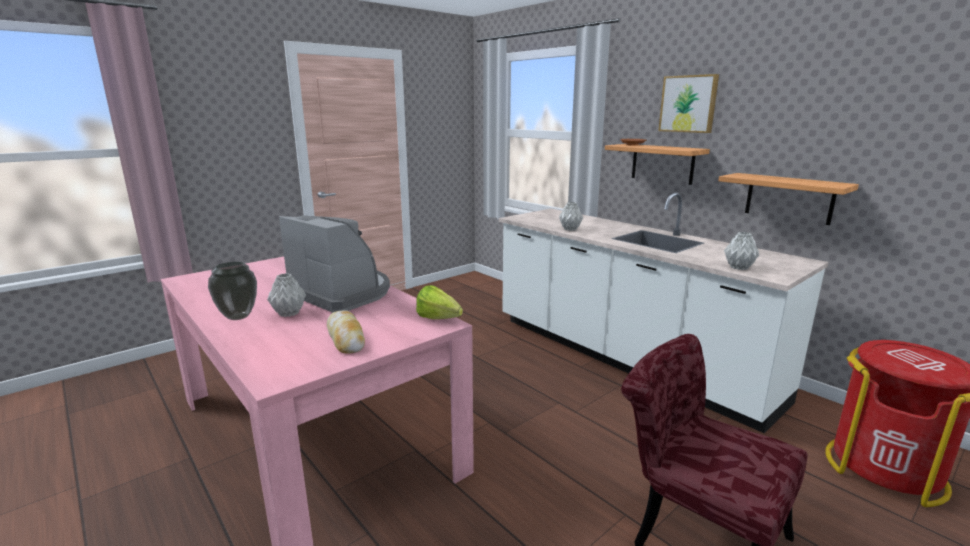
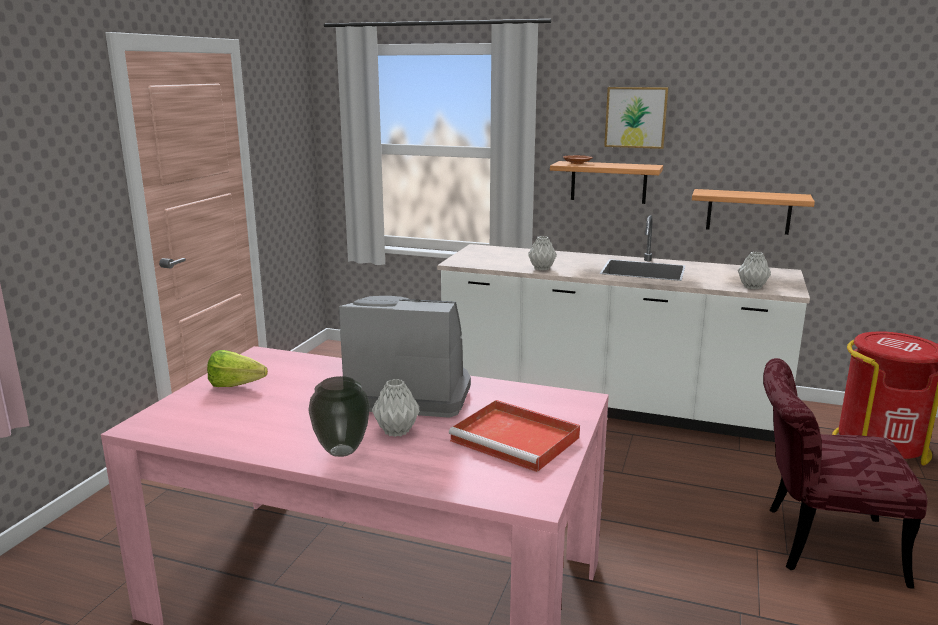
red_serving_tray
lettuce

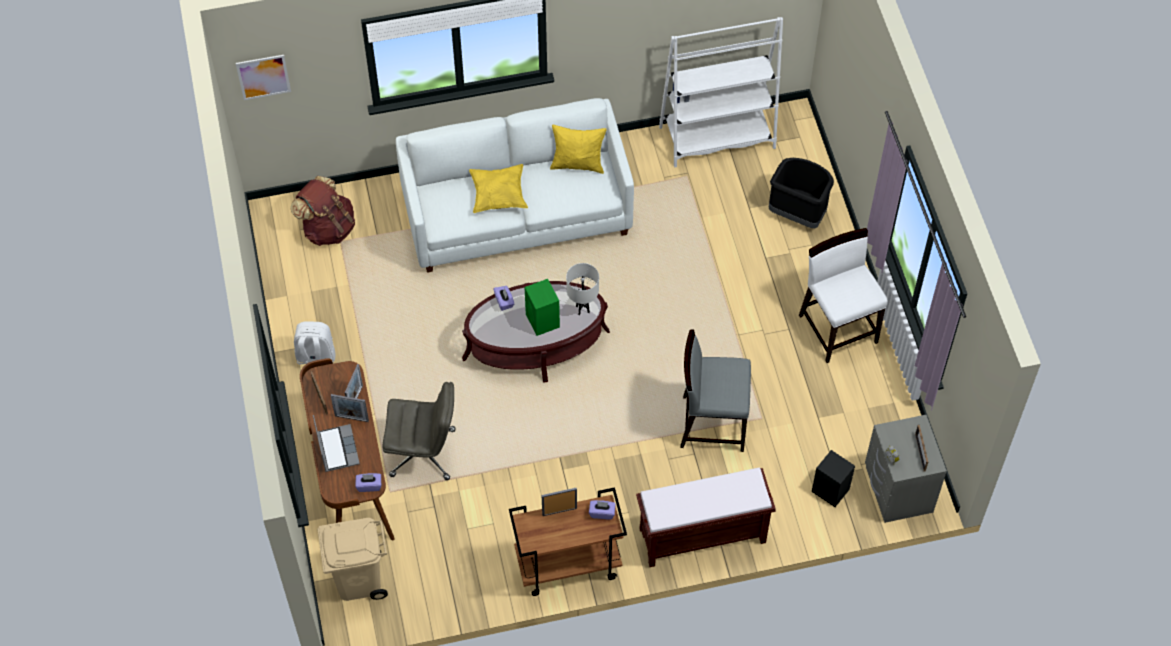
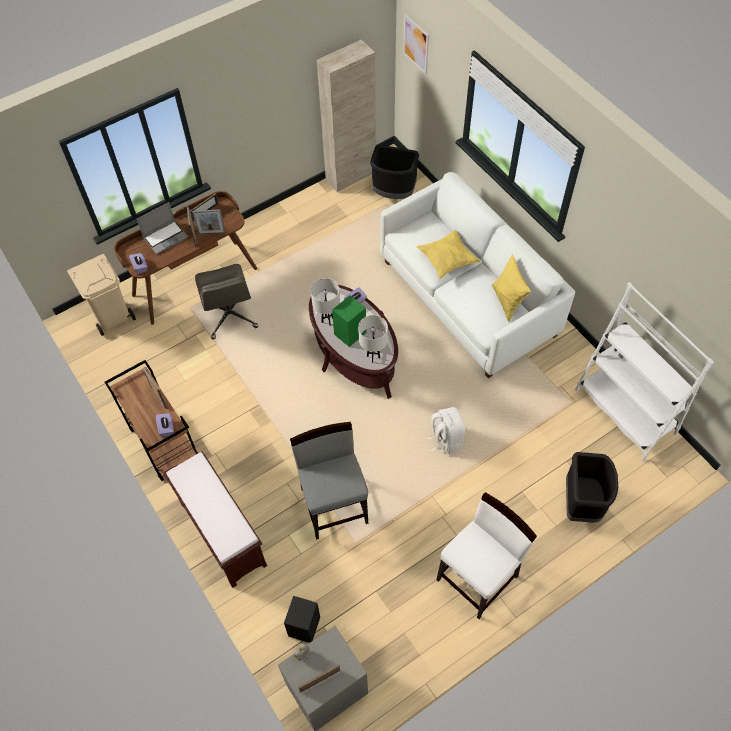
blackish_rubbish_bin (no. 1 from left)
whitish_knapsack
whitish_tabletop_lamp (no. 1 from left)
beige-coloured_storage_cabinet

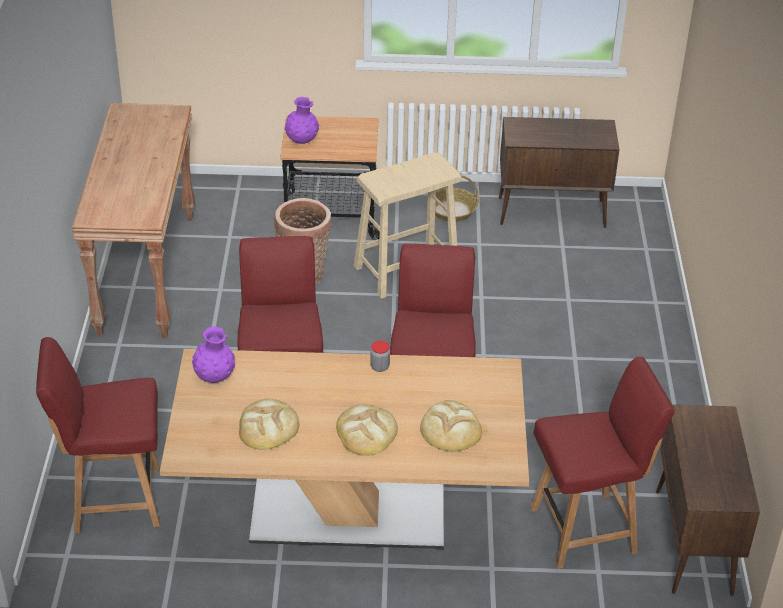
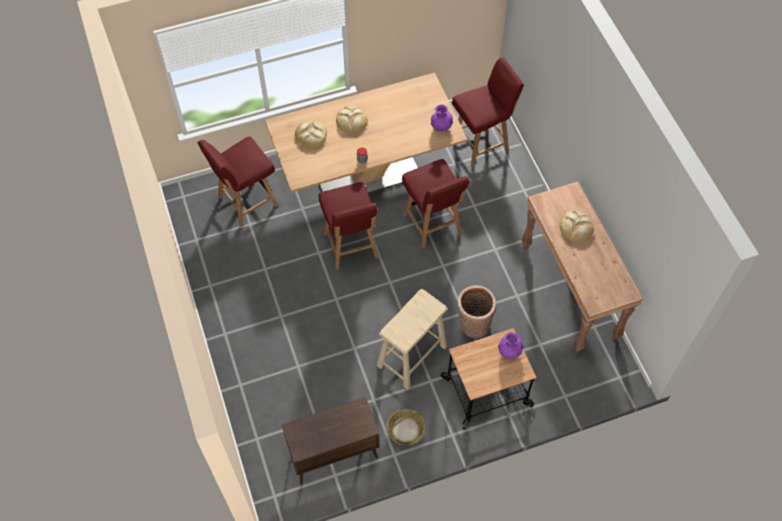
bread (no. 3 from left)
brown-coloured_storage_cabinet (no. 2 from left in the first image)

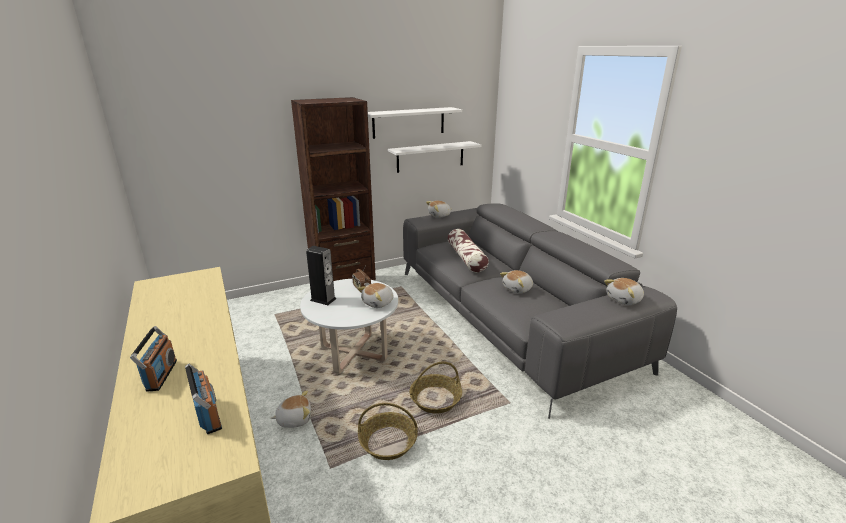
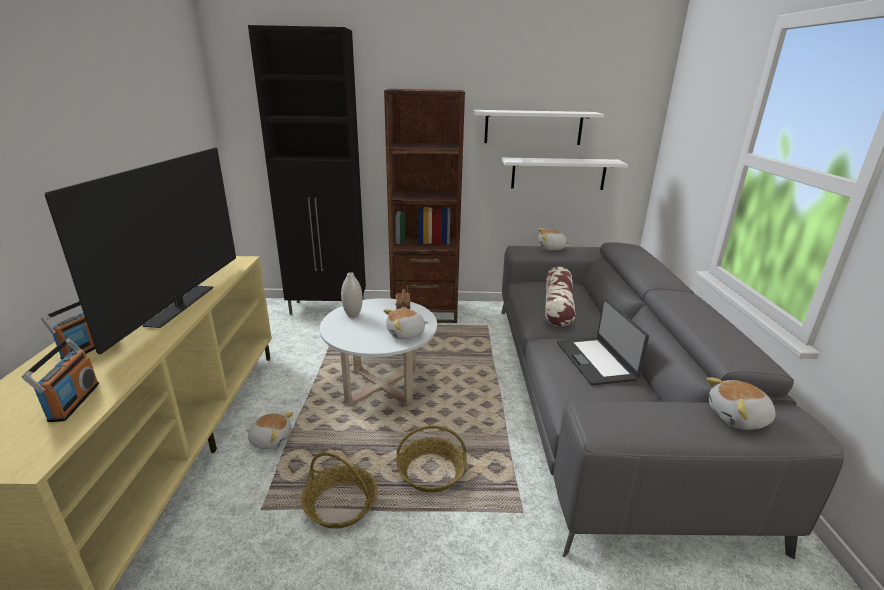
whitish_vase
notebook_computer
television
blackish_storage_cabinet

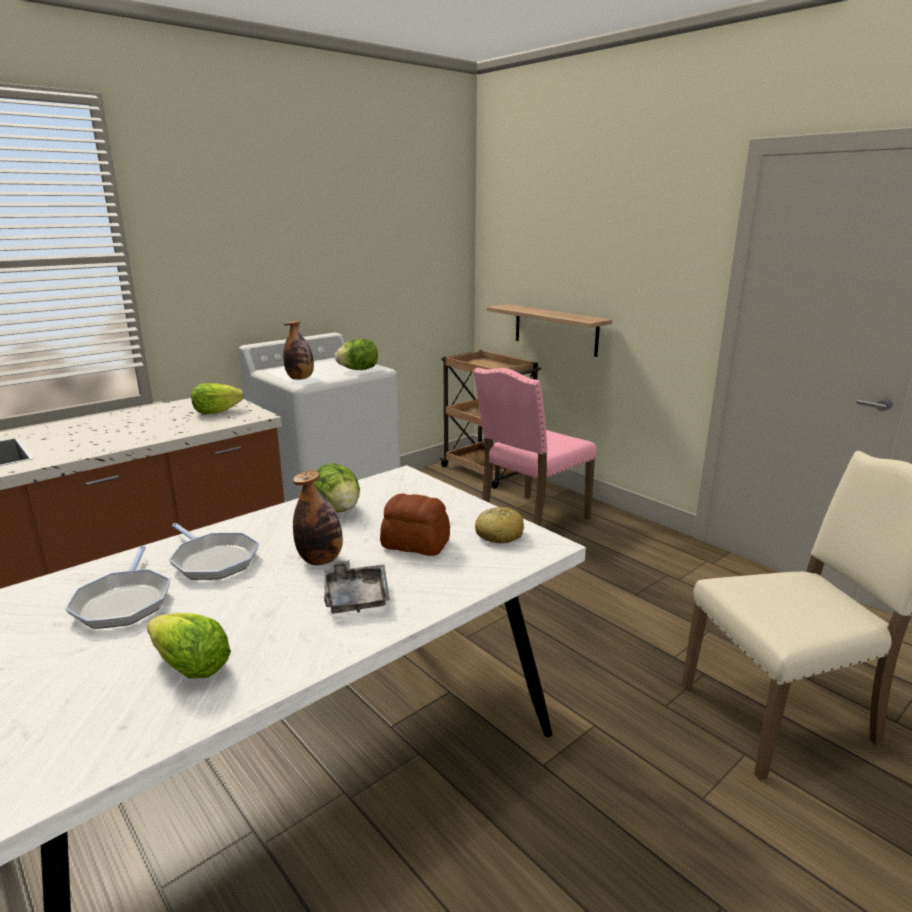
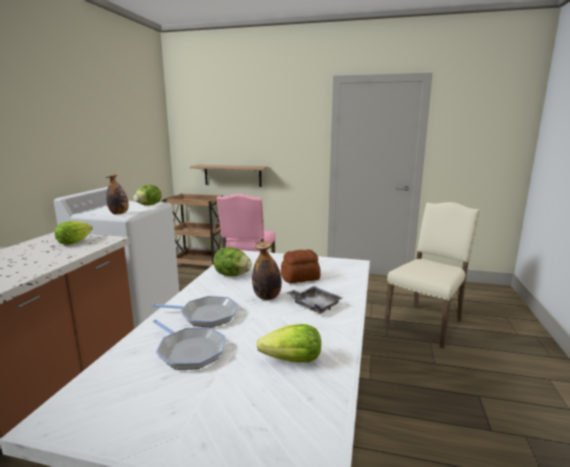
bread (no. 2 from left in the first image)

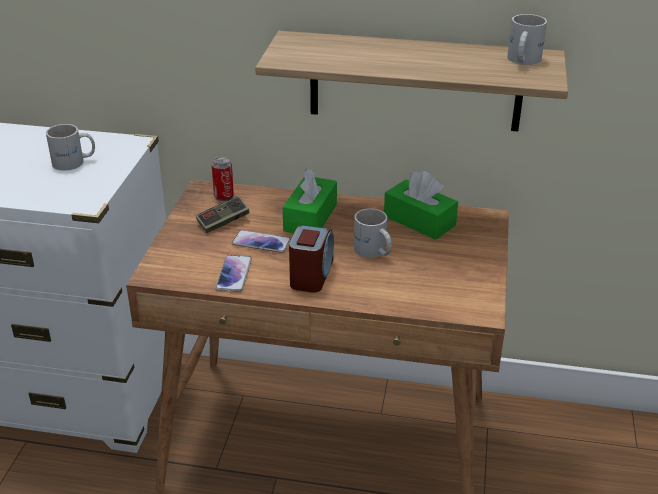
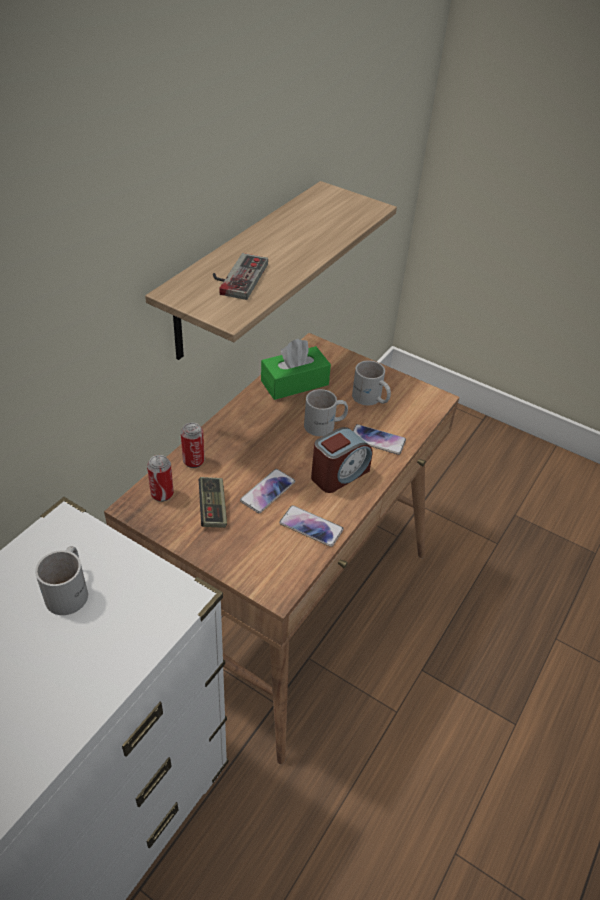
green-coloured_tissue_box (no. 1 from left in the first image)
table_clock
whitish_mug (no. 3 from left)
sealed_can (no. 2 from left)
joypad (no. 2 from left)
phone (no. 3 from left)

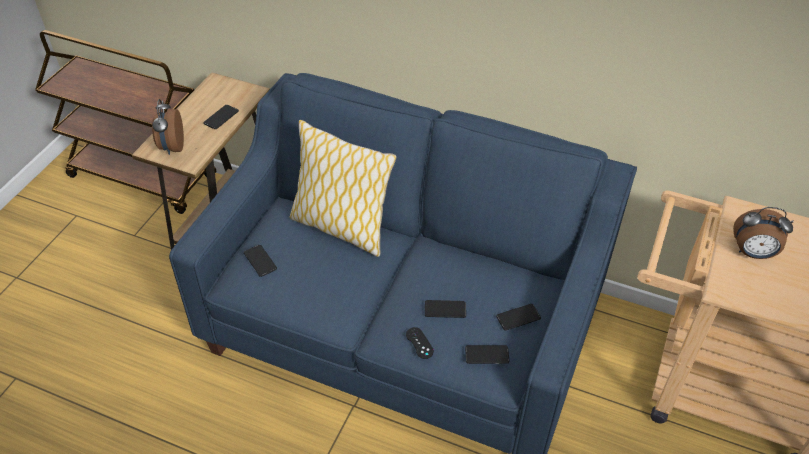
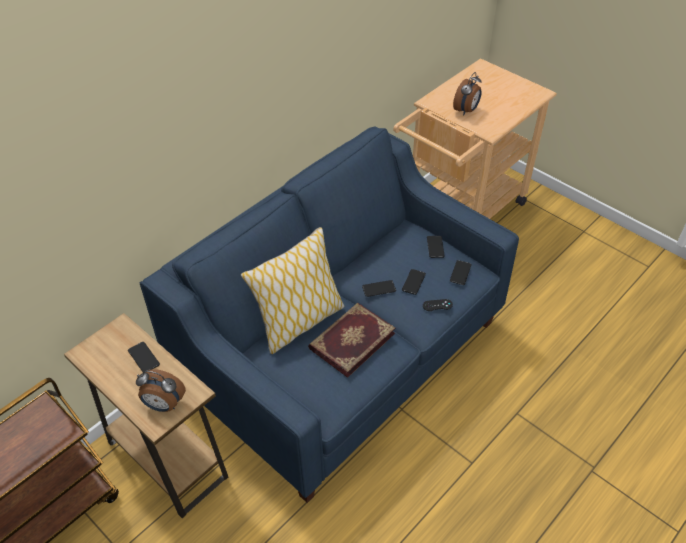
phone (no. 2 from left)
volume

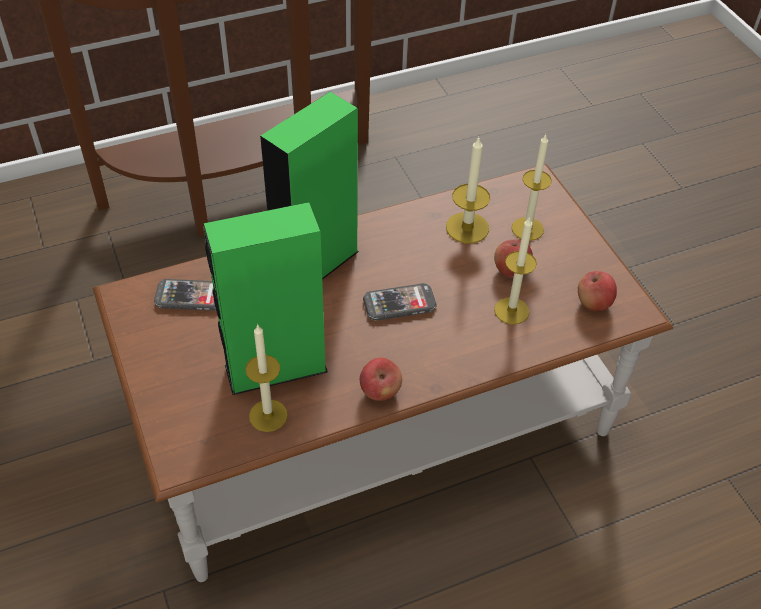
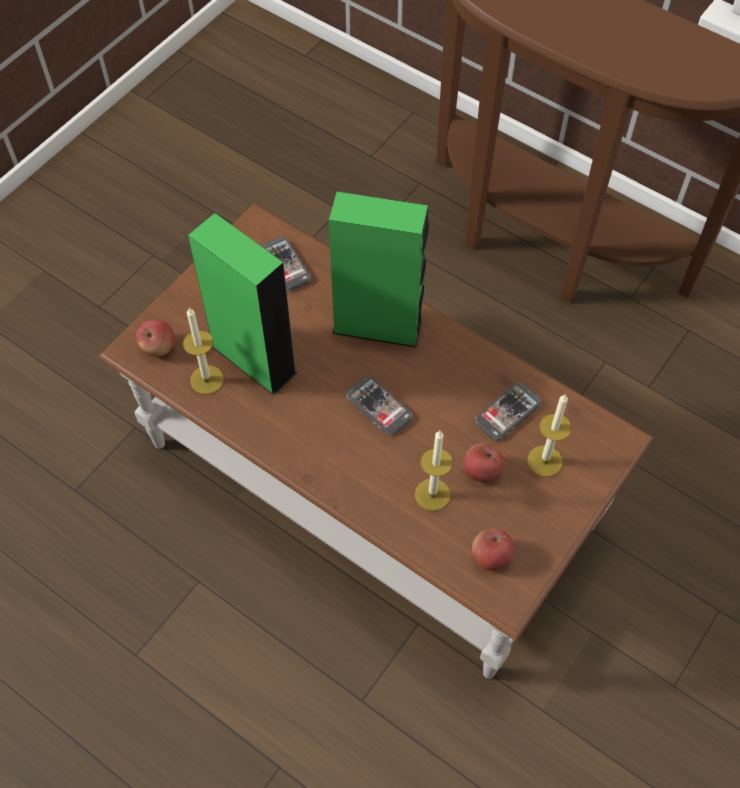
whole_apple (no. 1 from left)
phone (no. 3 from left)

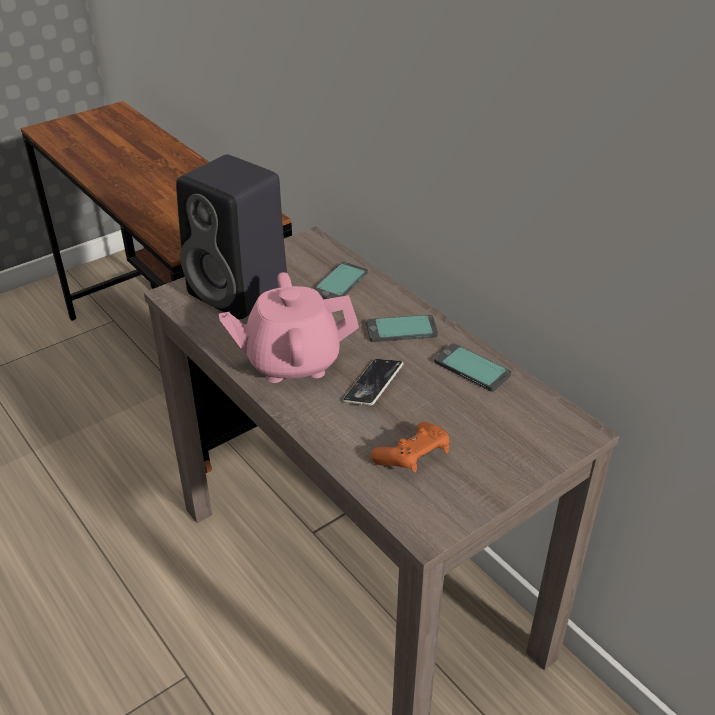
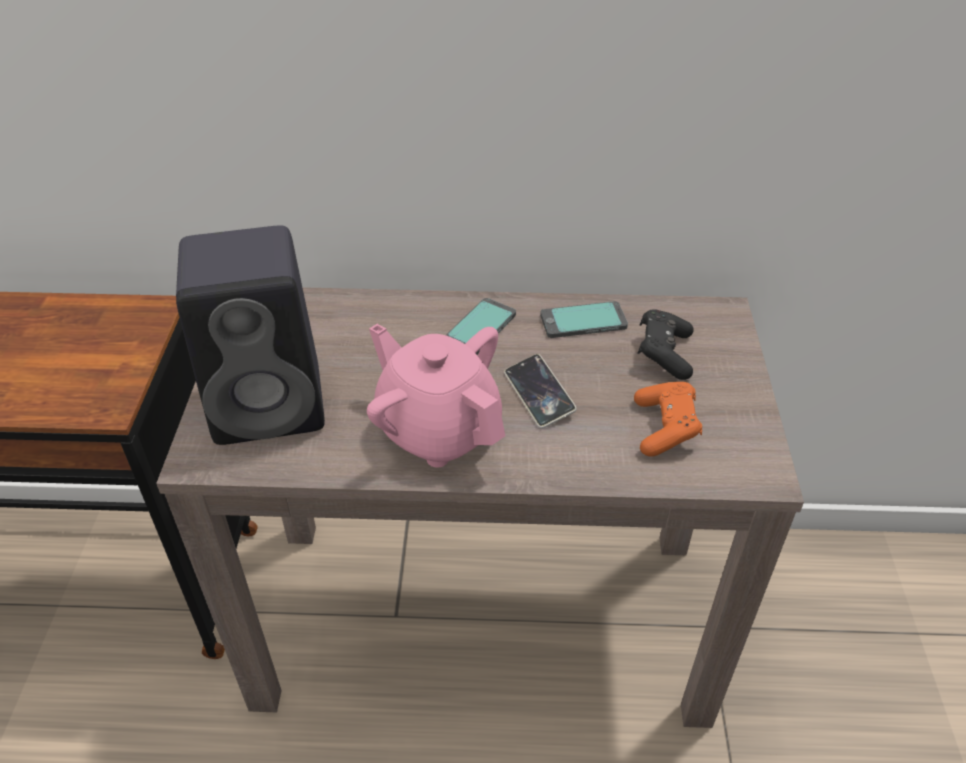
pink_tea_pot
phone (no. 1 from left in the first image)
blackish_joypad

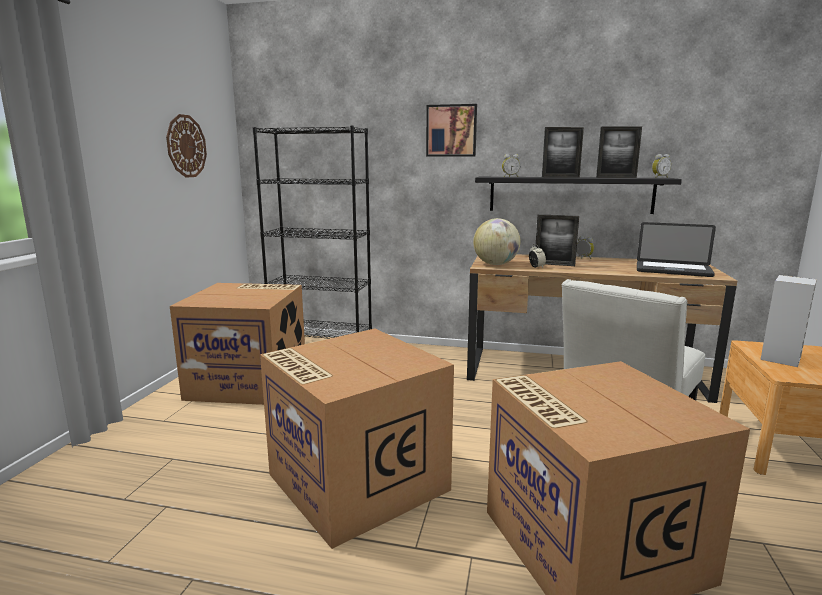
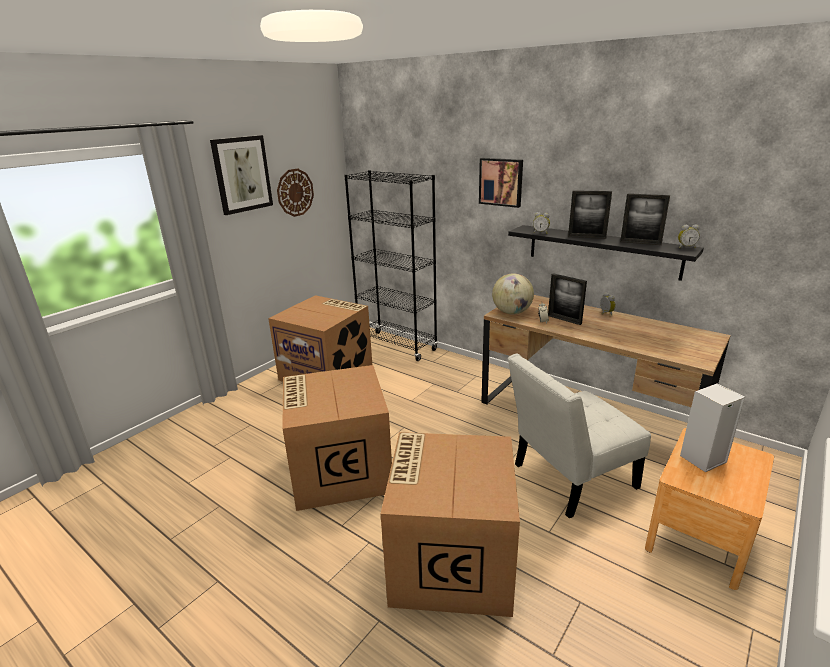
notebook_computer
picture (no. 1 from left)

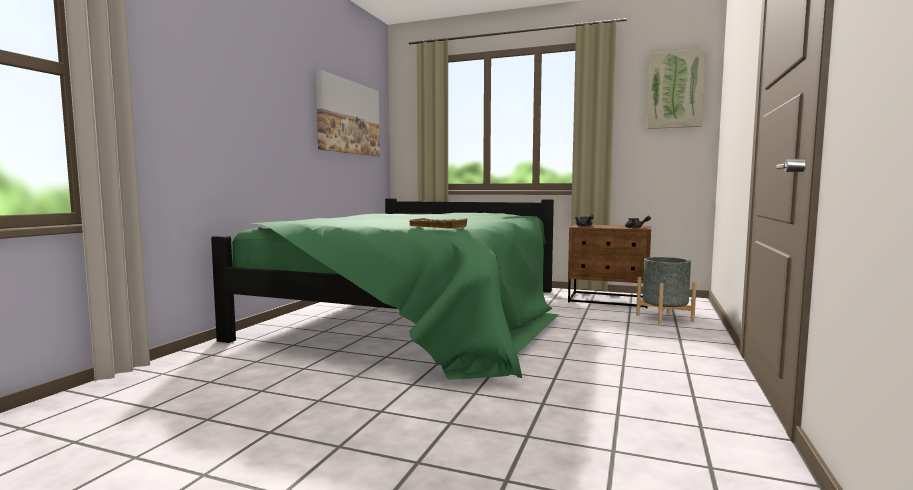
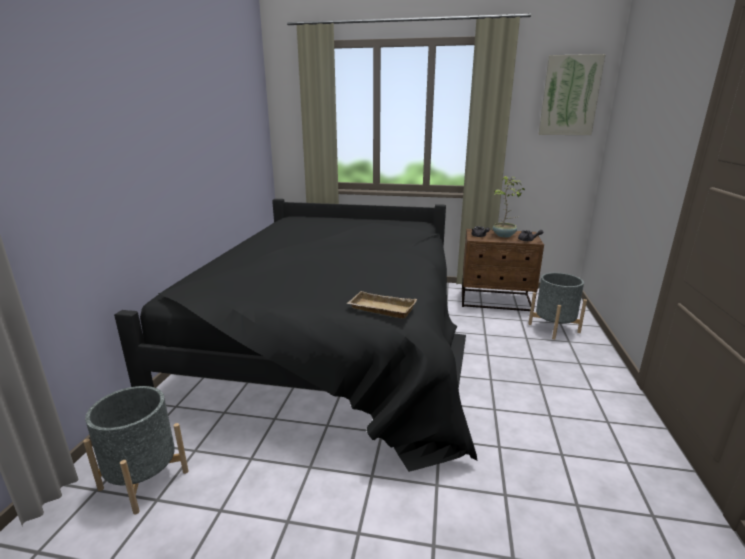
blackish_bedroom_bed
picture (no. 1 from left in the first image)
gray_flower_pot (no. 1 from left)
houseplant

